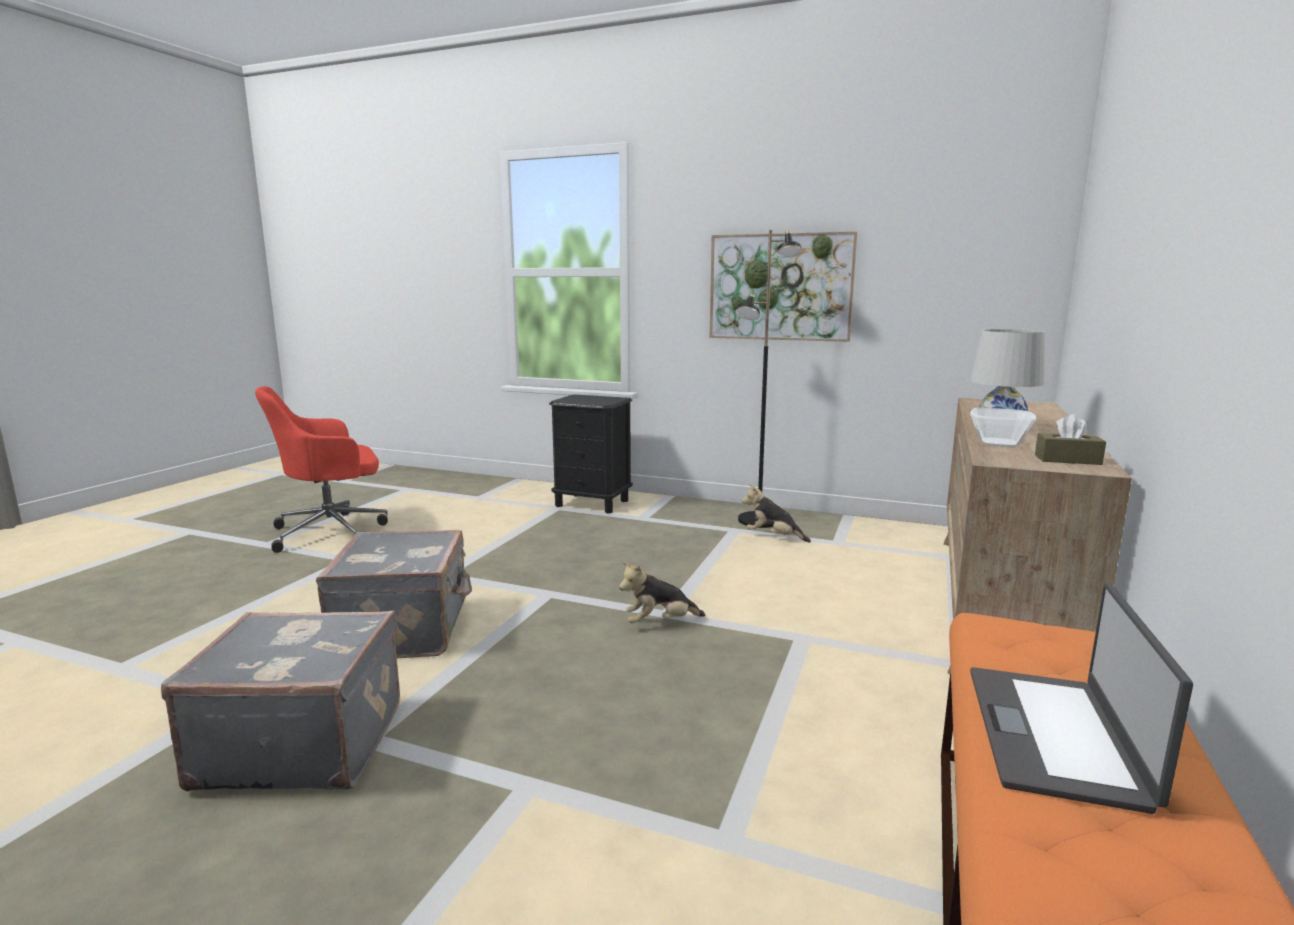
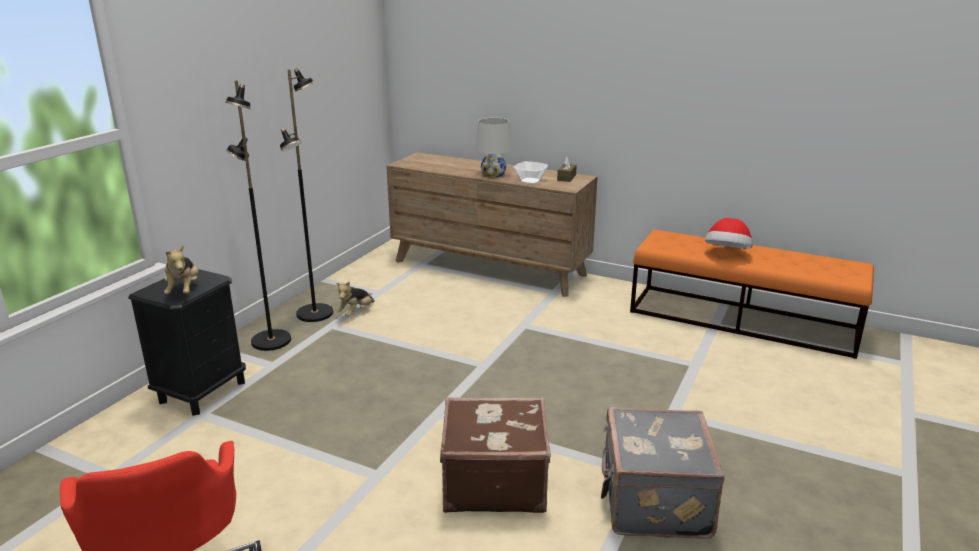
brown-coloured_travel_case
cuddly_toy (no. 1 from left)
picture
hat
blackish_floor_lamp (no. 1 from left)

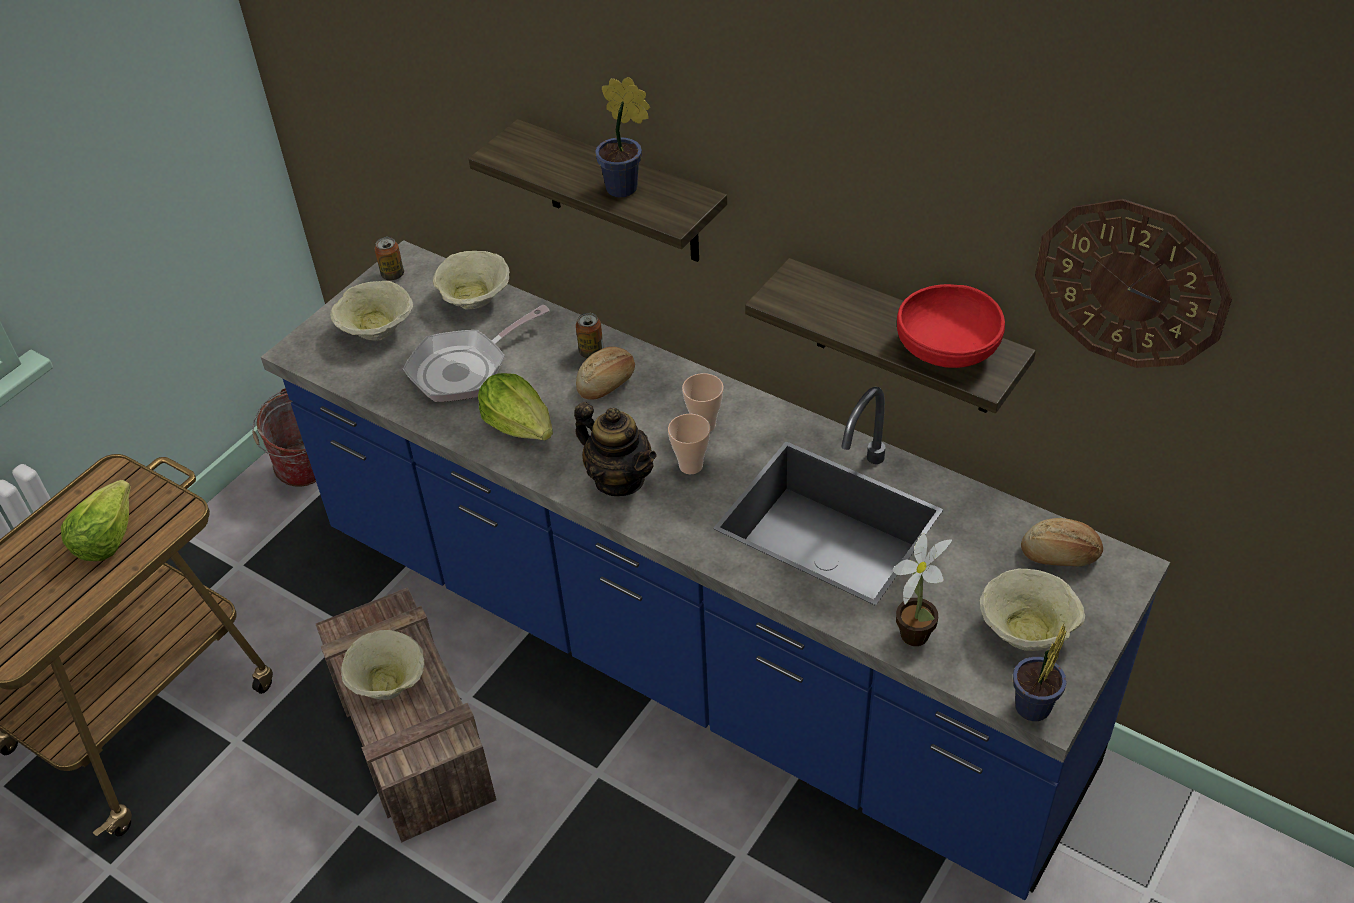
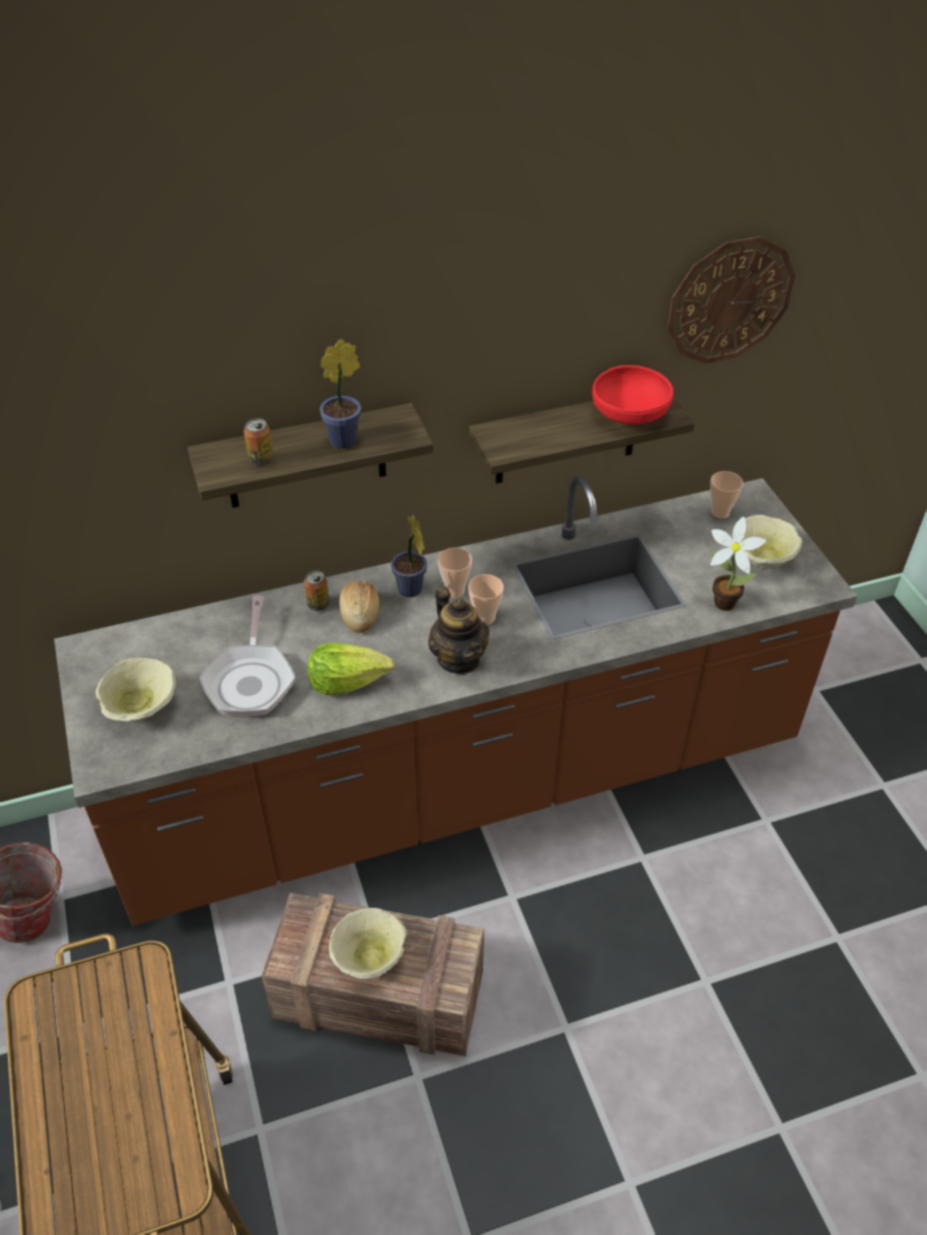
lettuce (no. 1 from left in the first image)
brown-coloured_kitchen_base_unit
sealed_can (no. 1 from left)
beige-coloured_deep_dish (no. 3 from left in the first image)
tea_pot
houseplant (no. 2 from left)
cup (no. 3 from left)

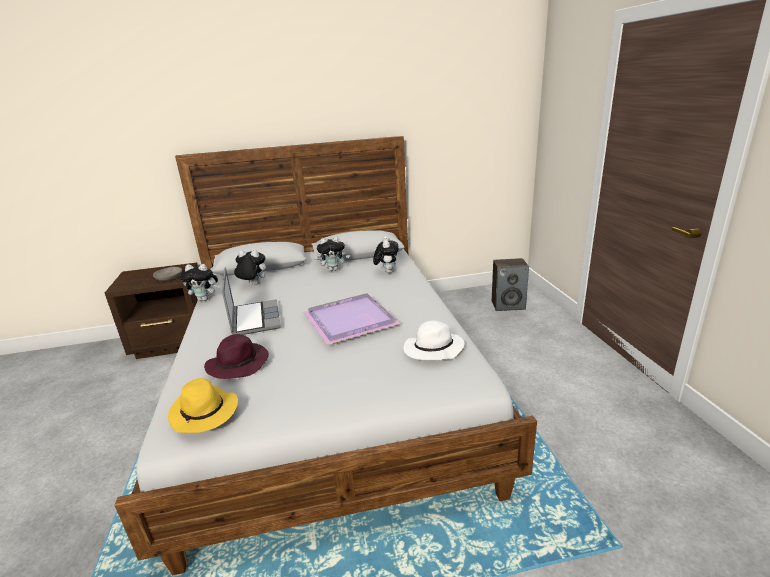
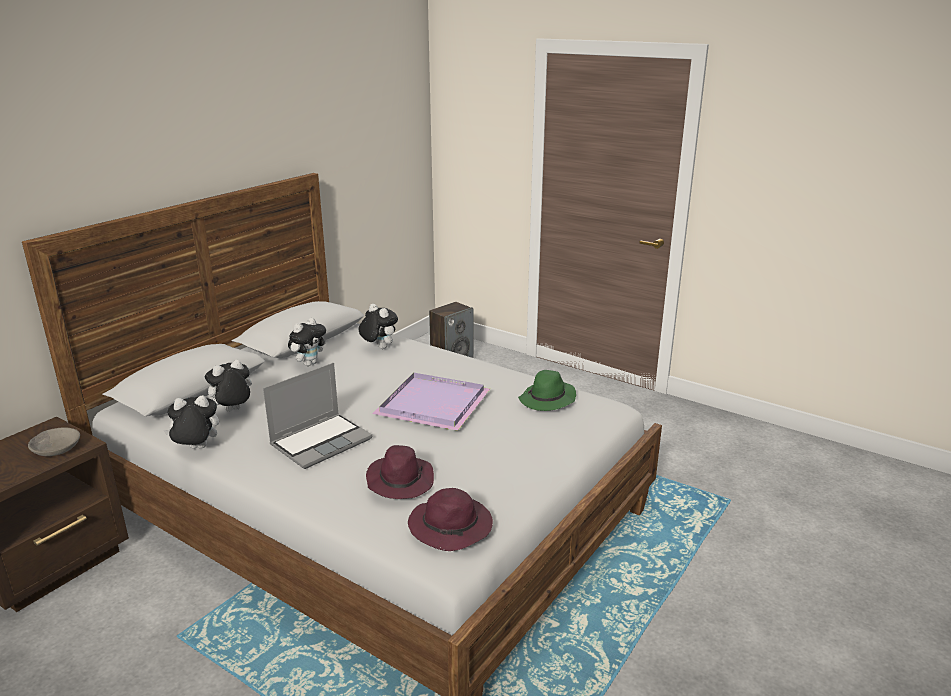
purplish_hat (no. 2 from left)
cuddly_toy (no. 1 from left)
notebook_computer
green-coloured_hat

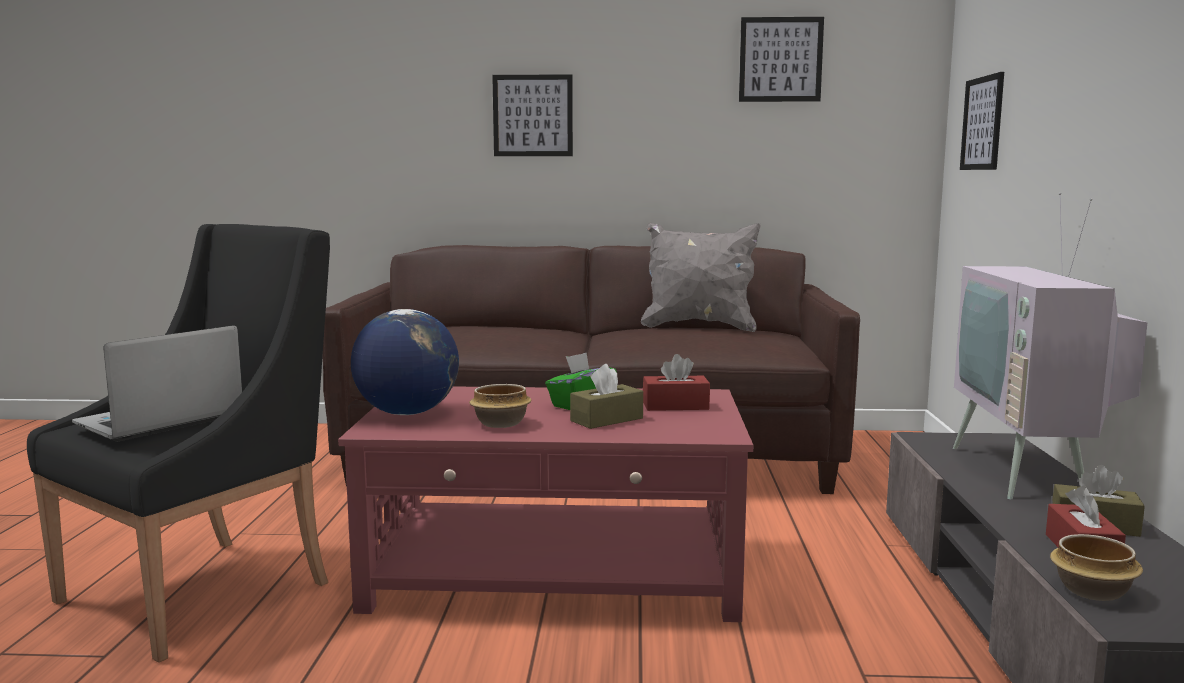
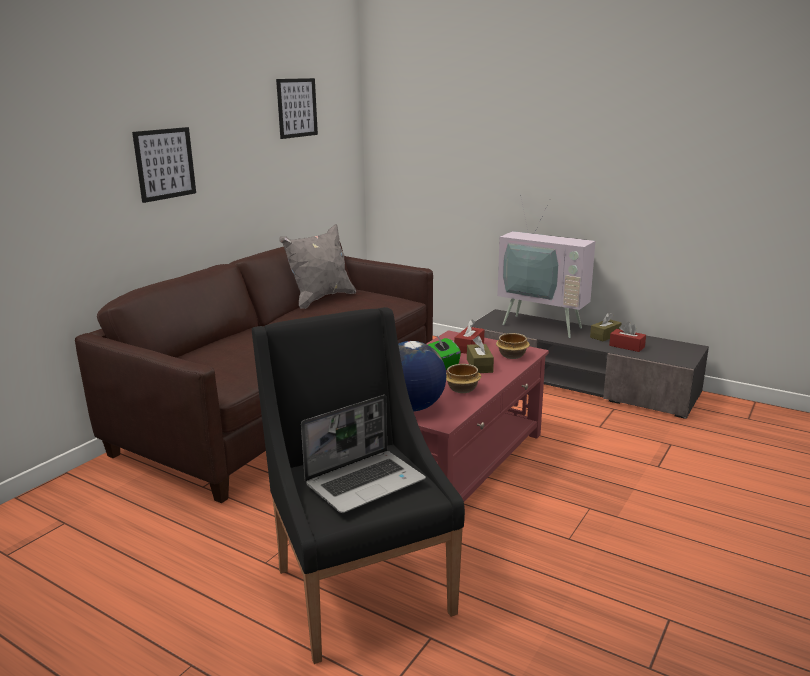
notebook_computer
picture (no. 3 from left in the first image)
deep_dish (no. 2 from left)

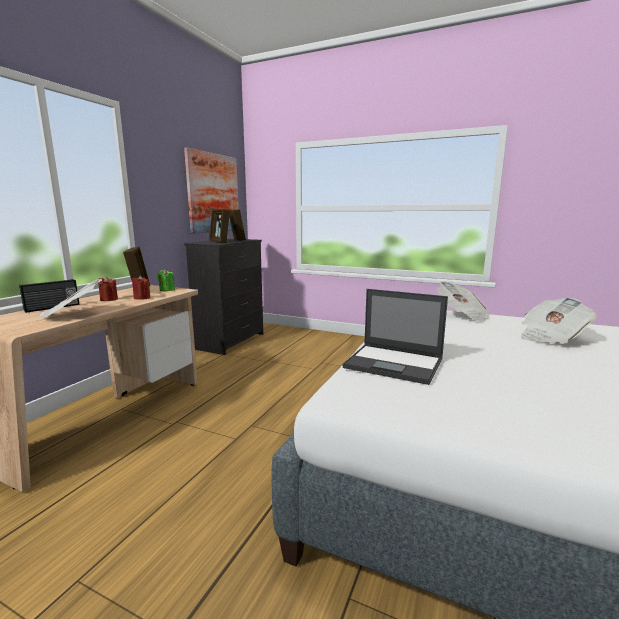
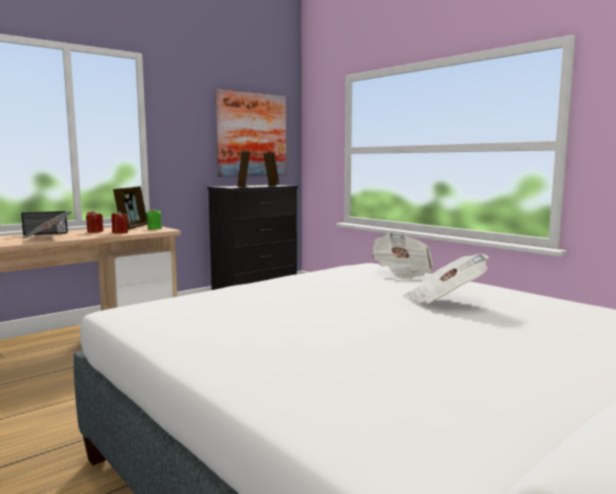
notebook_computer

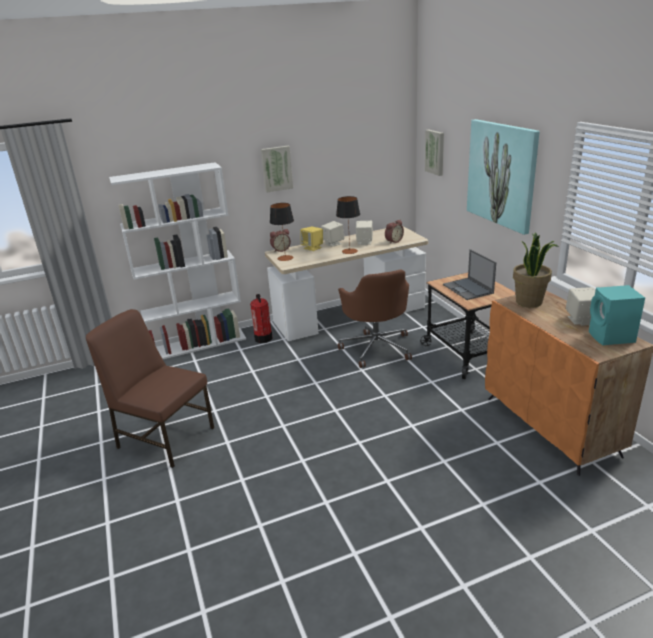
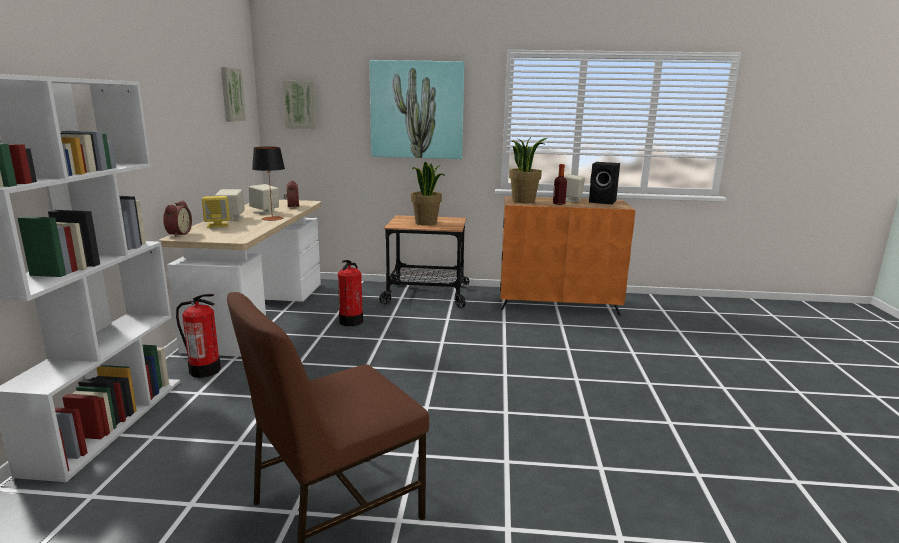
picture (no. 1 from left)
tabletop_lamp (no. 1 from left in the first image)
extinguisher (no. 2 from left)
houseplant (no. 1 from left)
blackish_loudspeaker
bottle

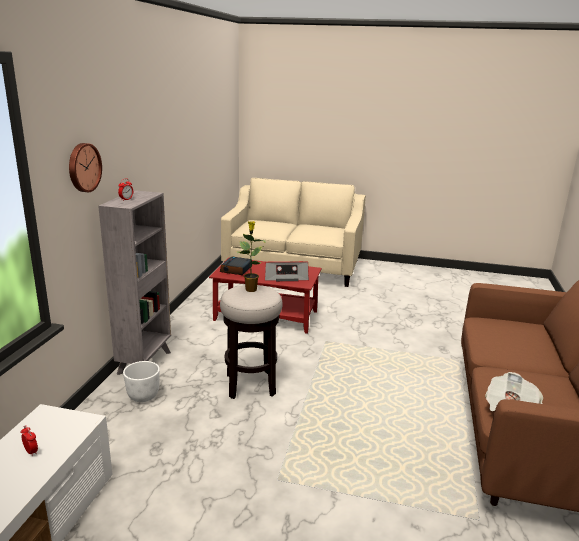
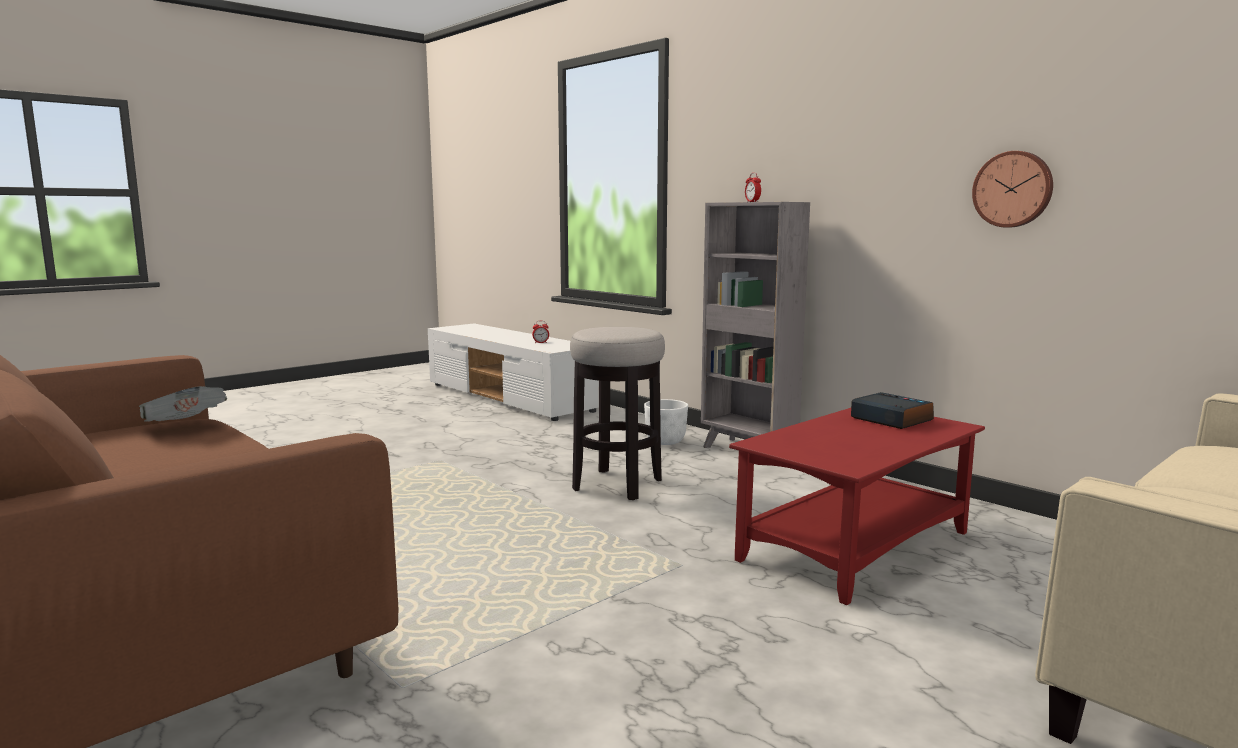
wall_clock
houseplant
radio

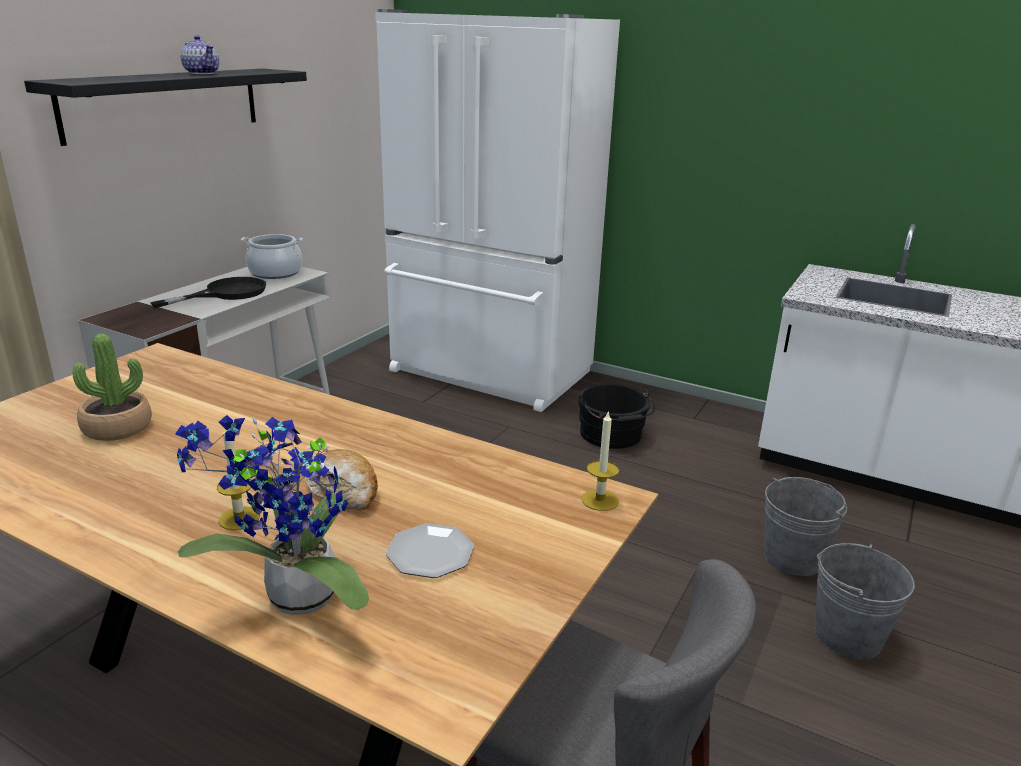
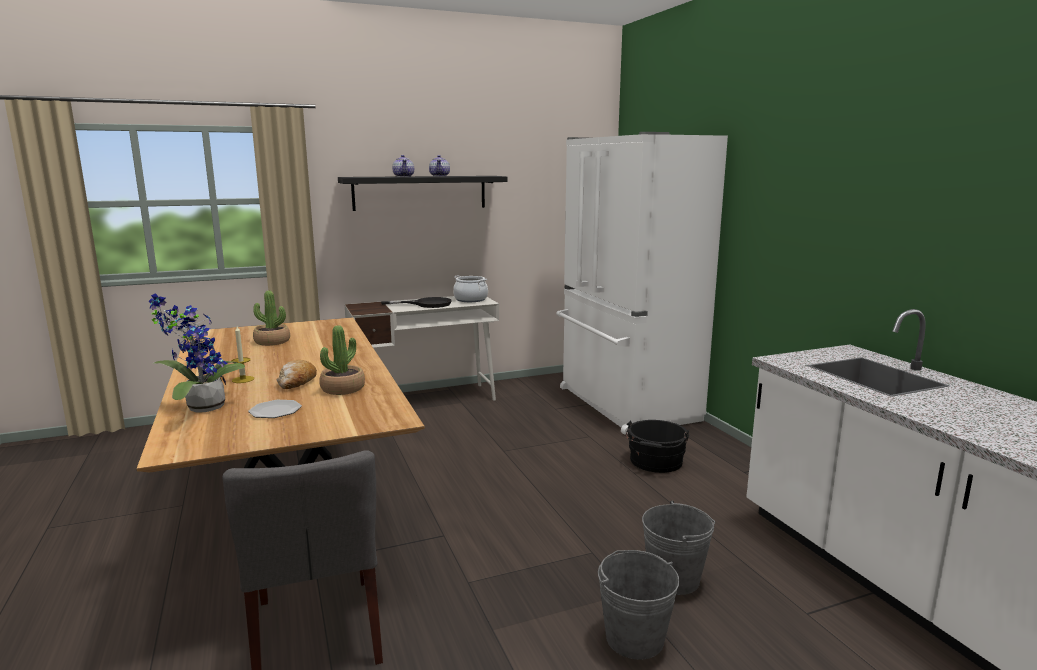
wax_light (no. 2 from left in the first image)
houseplant (no. 3 from left)
tea_pot (no. 1 from left)

